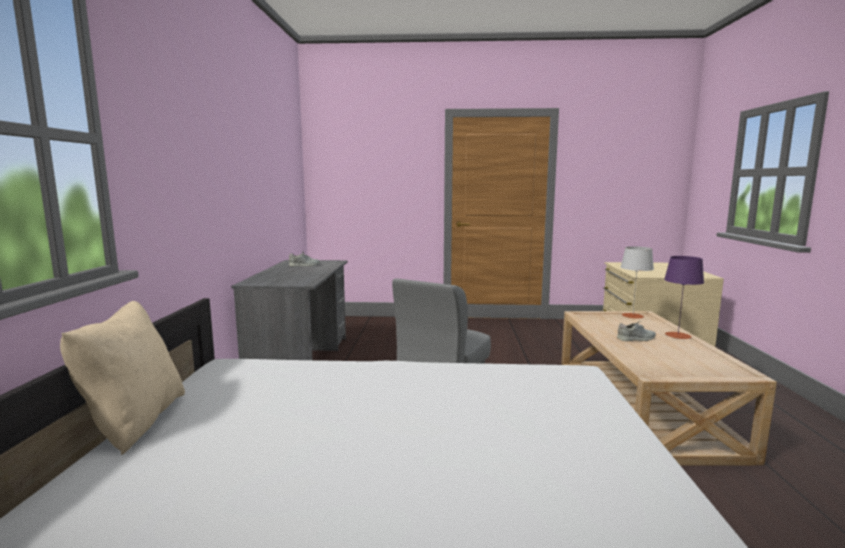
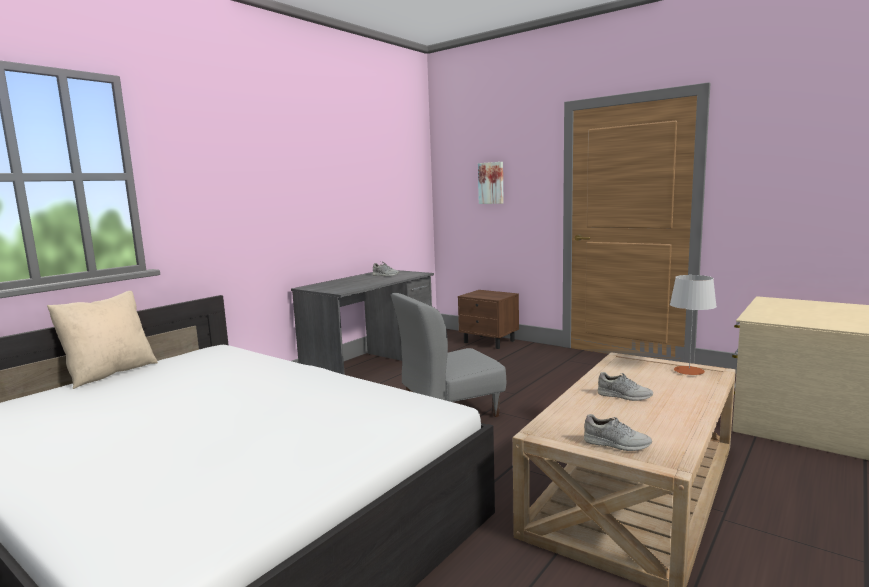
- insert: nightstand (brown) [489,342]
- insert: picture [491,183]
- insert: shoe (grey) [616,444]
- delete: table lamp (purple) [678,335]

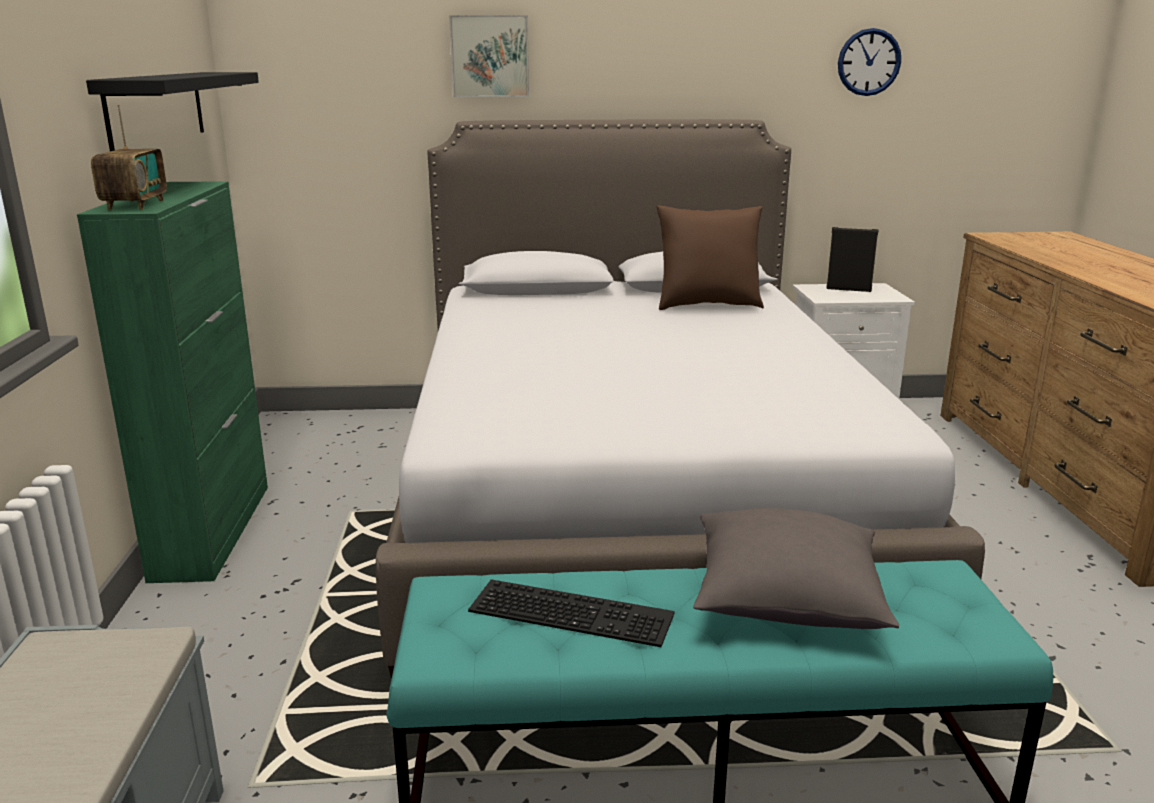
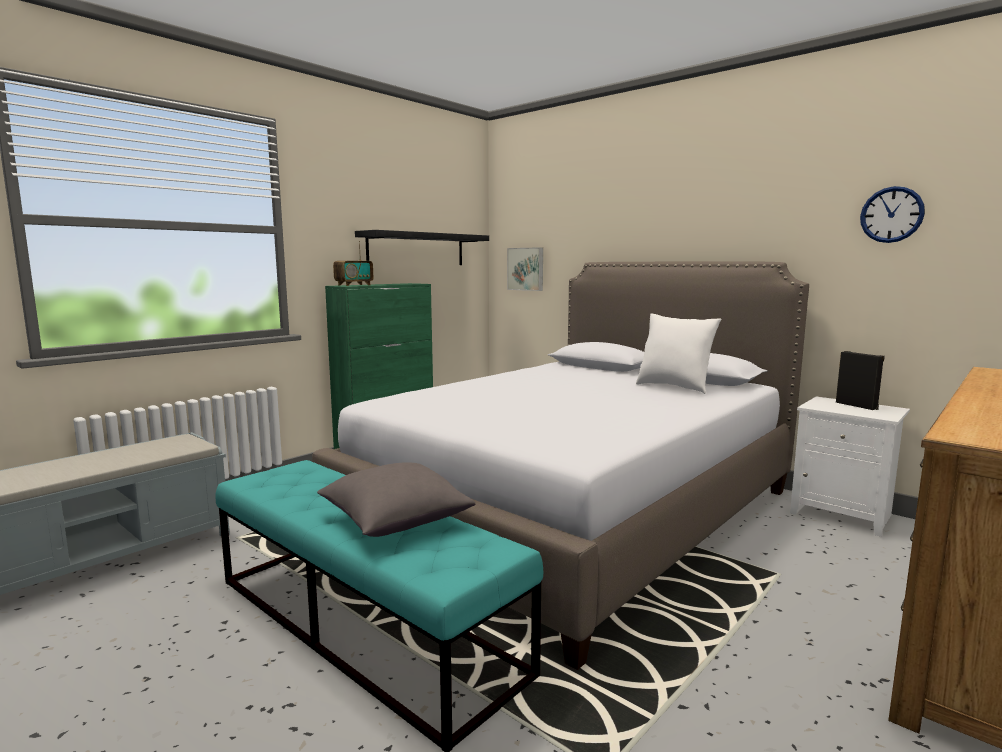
- move: picture [490,56] to [526,269]
- recolor: pillow (brown) [707,305] to pillow (white) [674,387]
- delete: keyboard [574,610]

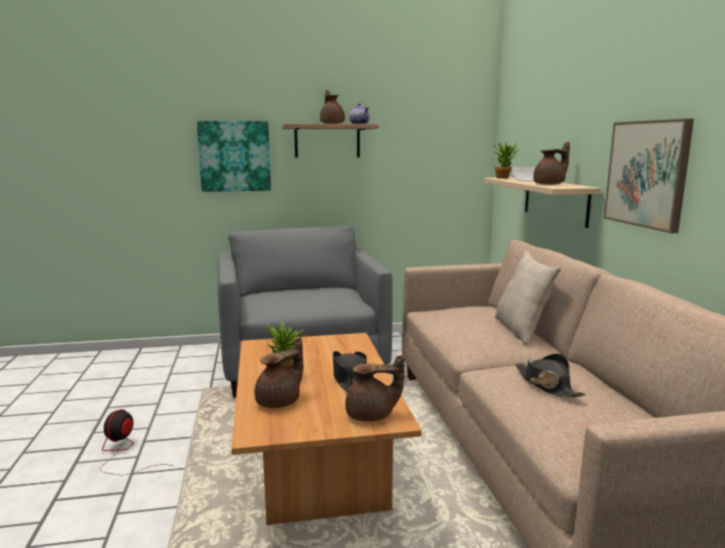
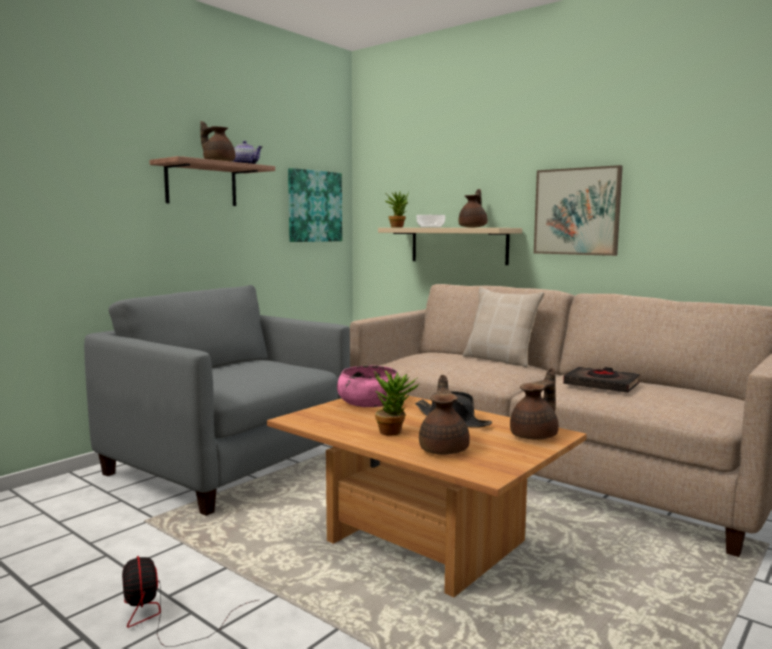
- move: picture [235,156] to [314,206]
- insert: bowl (pink) [369,402]
- replace: hat (black) [546,385] to book (black) [601,385]

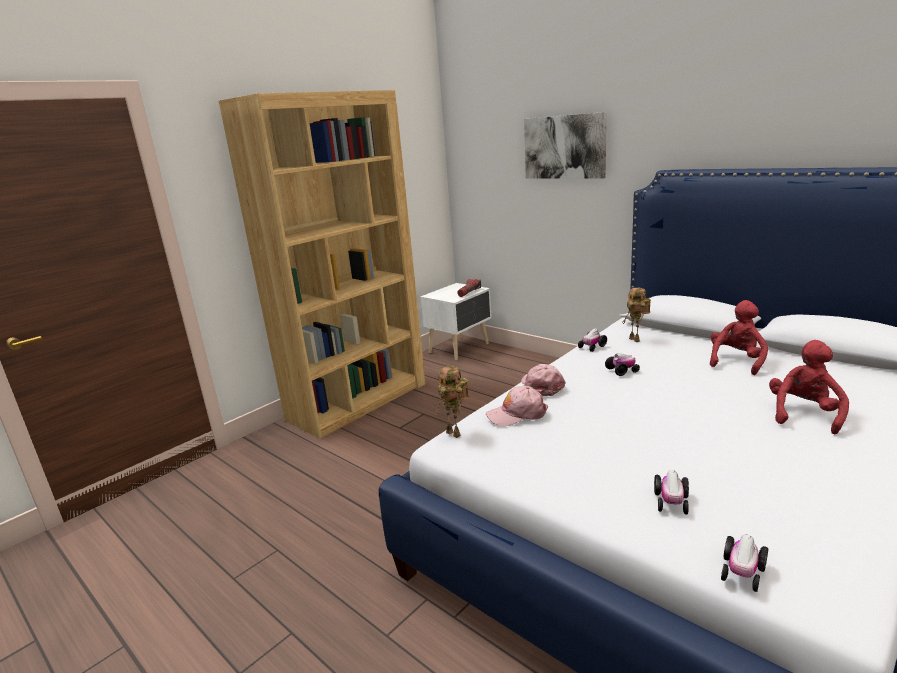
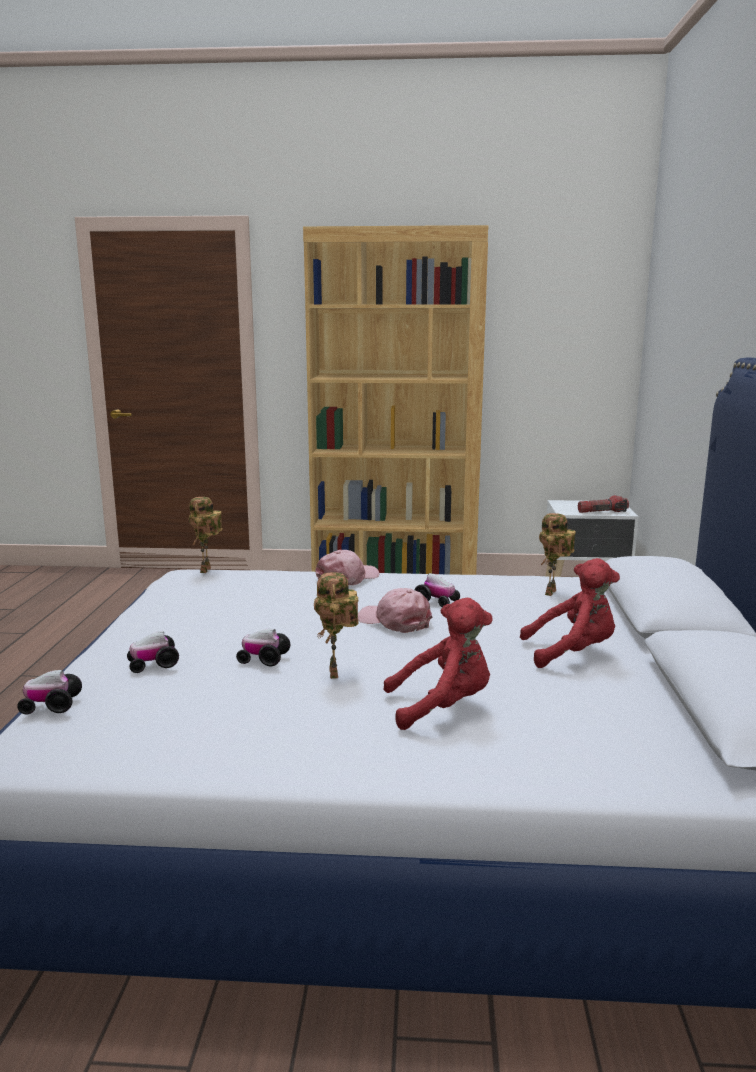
- move: toy car [592,347] to [263,659]
- insert: toy robot [336,674]
- move: cap (pink) [517,414] to [395,621]
- delete: picture [564,147]

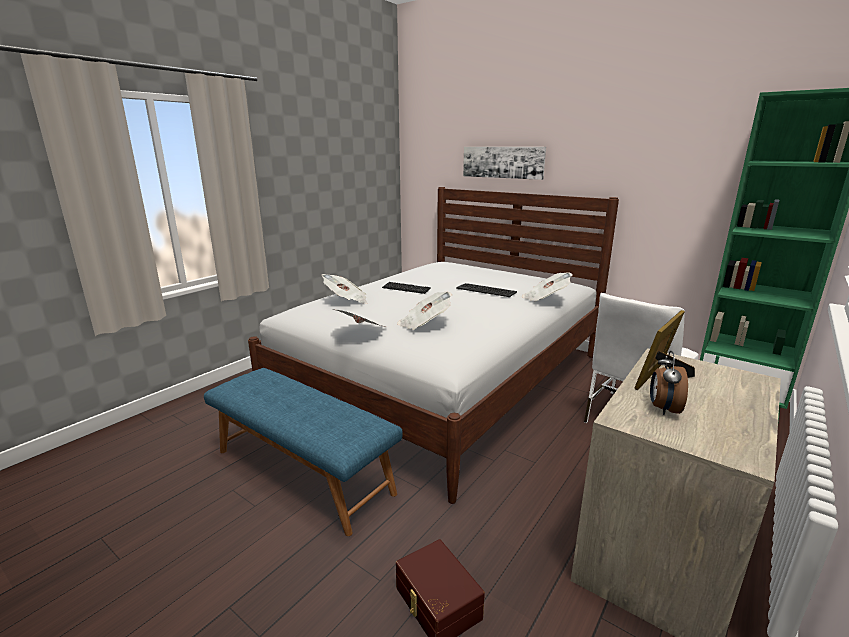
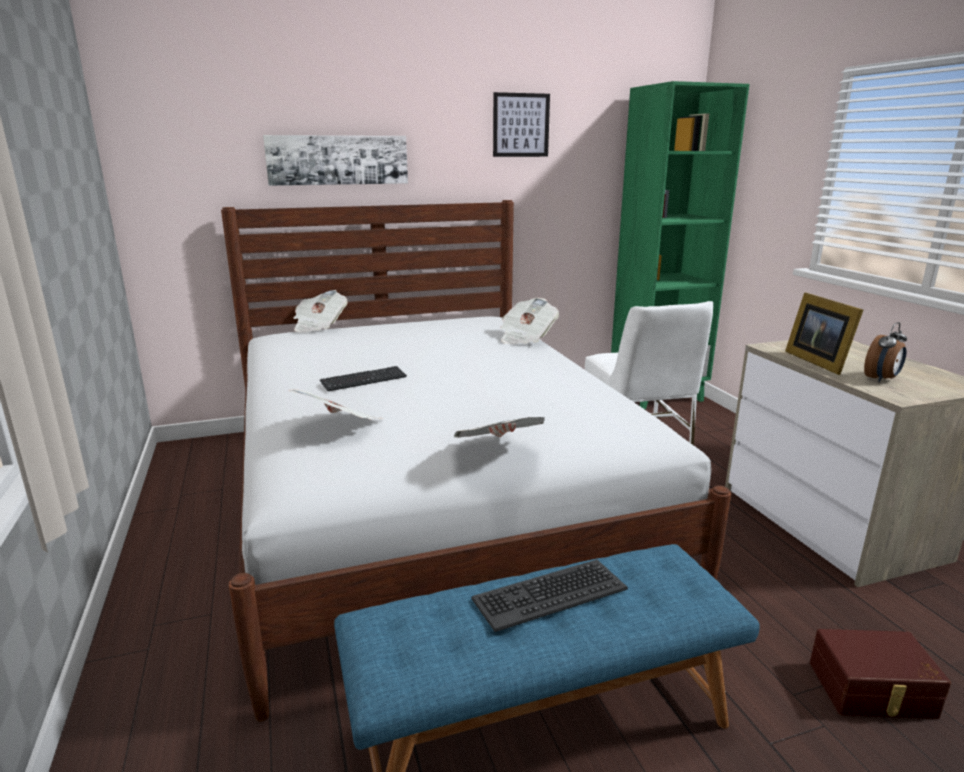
- move: newspaper [424,324] to [319,325]
- move: keyboard [486,290] to [549,594]
- insert: picture [521,125]
- rotate: alarm clock [663,408] = [882,379] 90 degrees counterclockwise

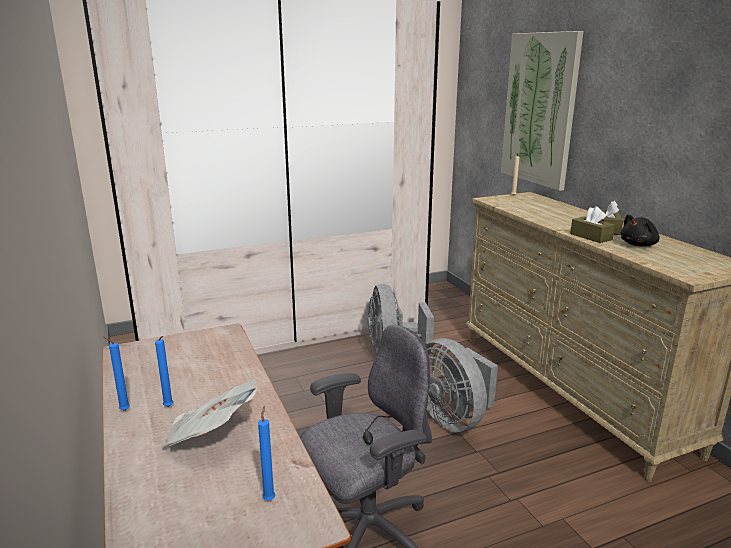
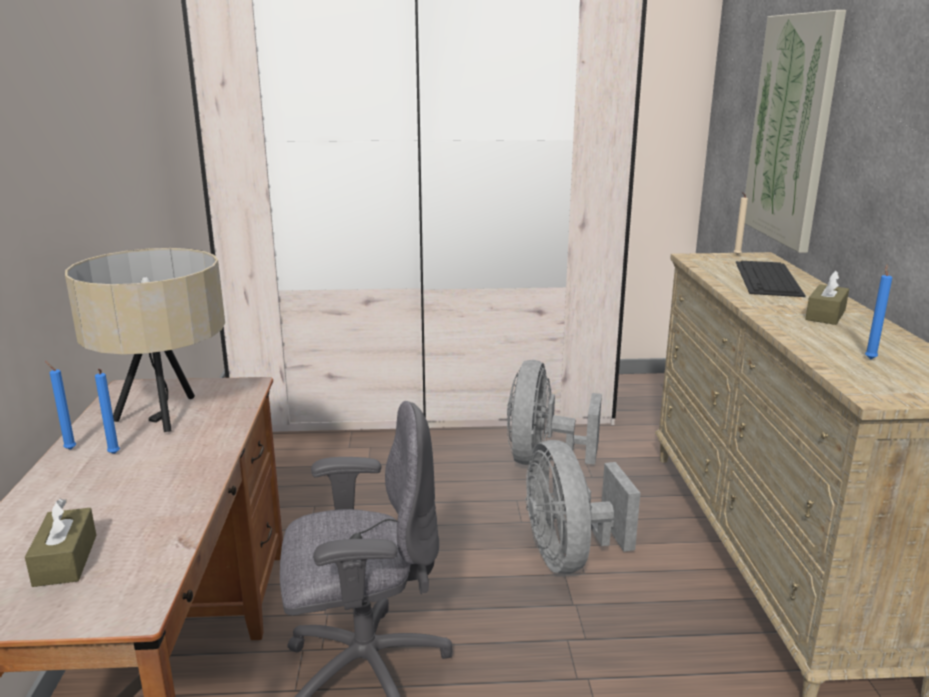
- move: tissue box (brown) [591,237] to [65,560]
- insert: table lamp (beige) [166,414]
- insert: keyboard [768,278]
- move: candle (blue) [269,498] to [870,358]
- delete: newspaper [211,435]
- delete: plush toy (black) [639,245]

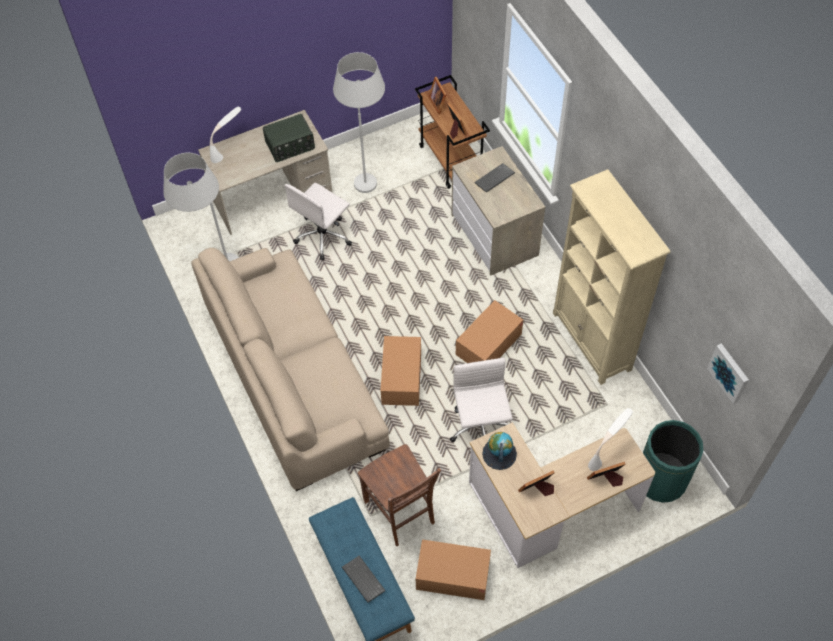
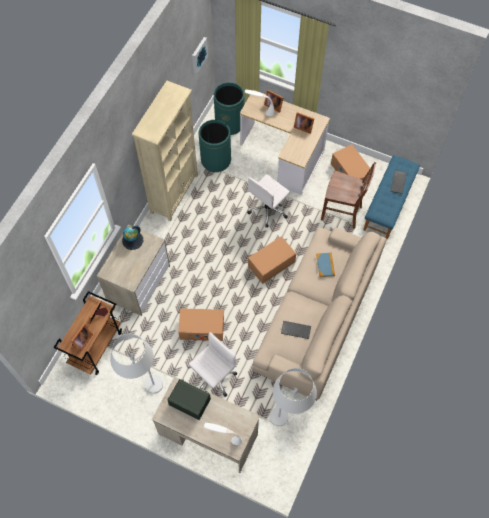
- move: globe [499,454] to [132,240]
- move: cardboard box [488,344] to [202,328]
- rotate: office chair (white) [323,236] = [213,377] 45 degrees counterclockwise
- insert: trash can (green) [215,160]
- move: keyboard [494,179] to [296,329]
- insert: book [325,265]
- rotate: chair (brown) [400,512] = [342,213] 90 degrees clockwise

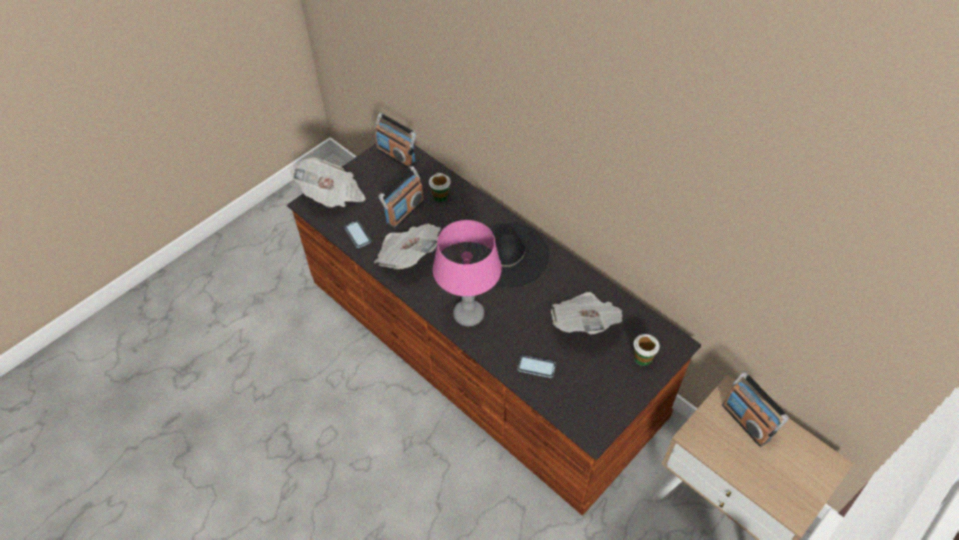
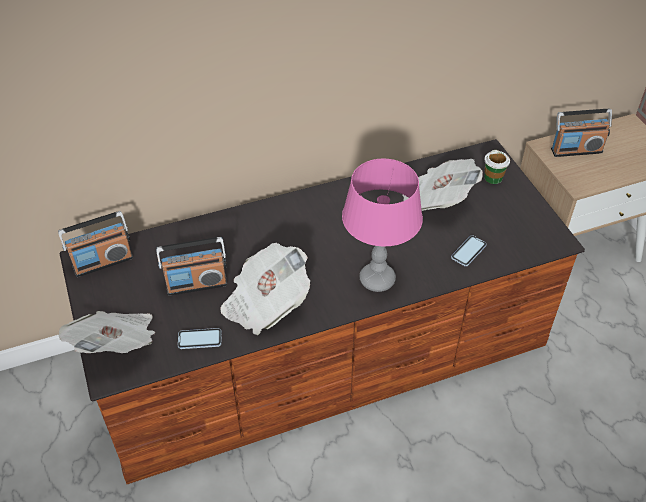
- rotate: radio [404,211] = [196,284] 105 degrees clockwise
- delete: cup [440,196]
- delete: hat (black) [507,255]

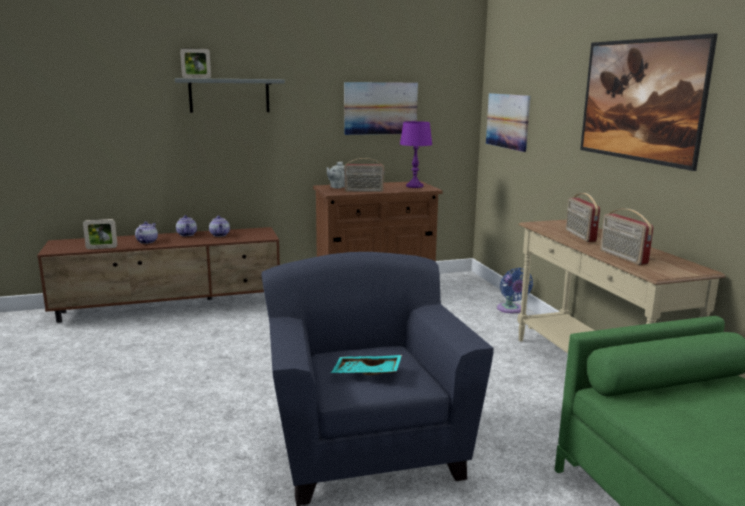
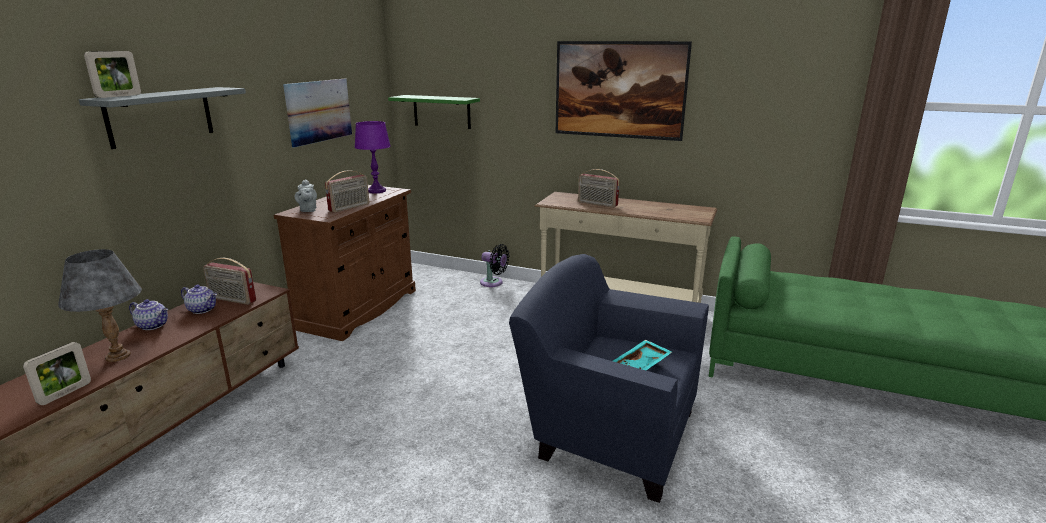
- replace: teapot [146,242] to table lamp (grey) [117,356]
- move: radio [622,257] to [232,300]
- replace: picture [507,121] to shelf (green) [441,111]
- recolor: fan (blue) [510,310] to fan (black) [493,283]

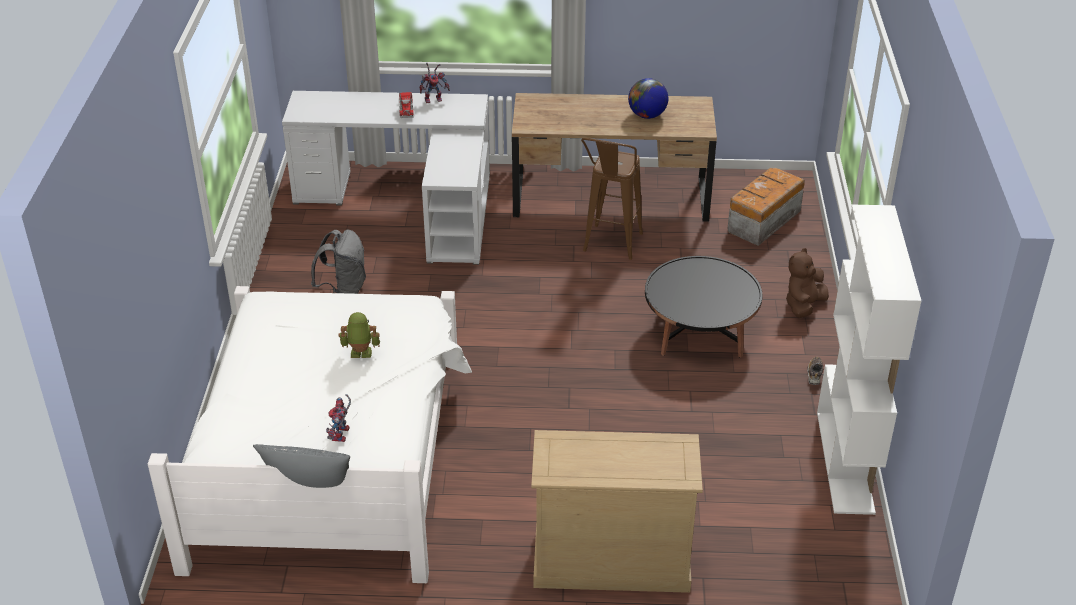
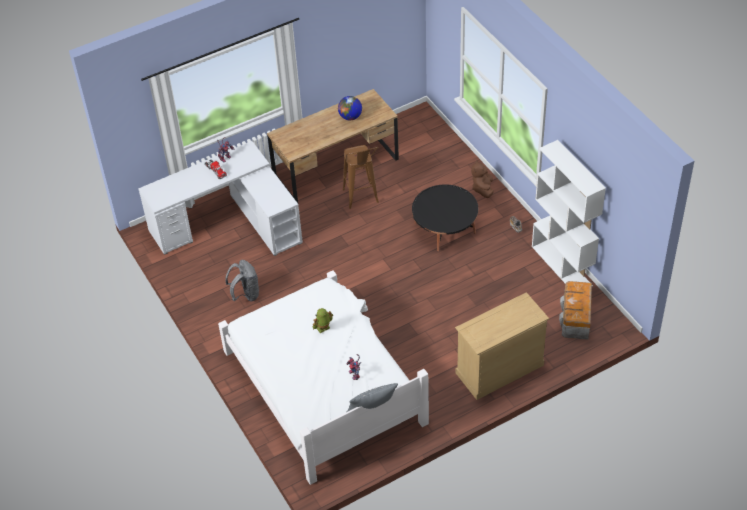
- move: storage box [762,221] to [575,318]

